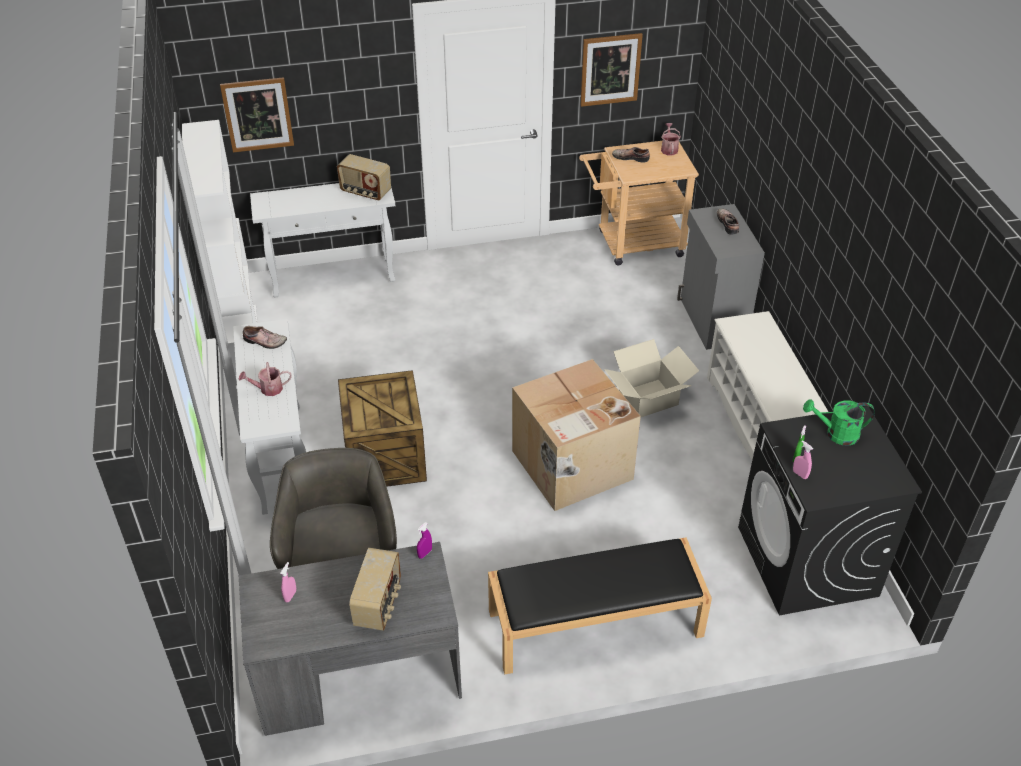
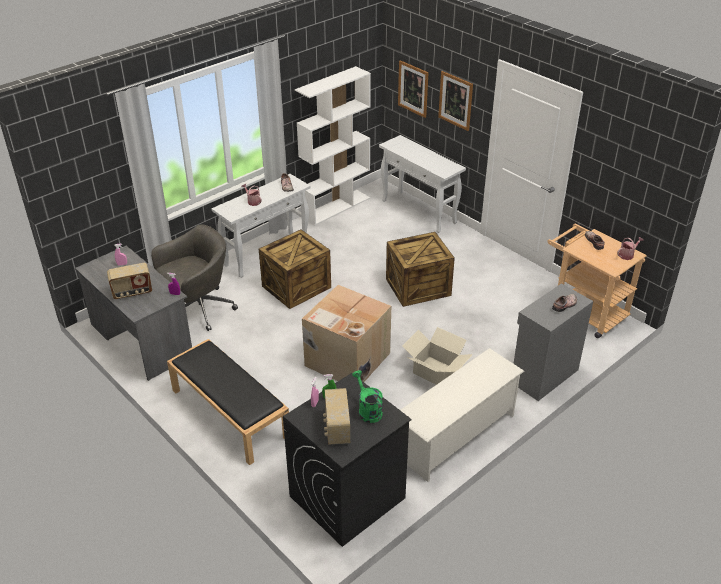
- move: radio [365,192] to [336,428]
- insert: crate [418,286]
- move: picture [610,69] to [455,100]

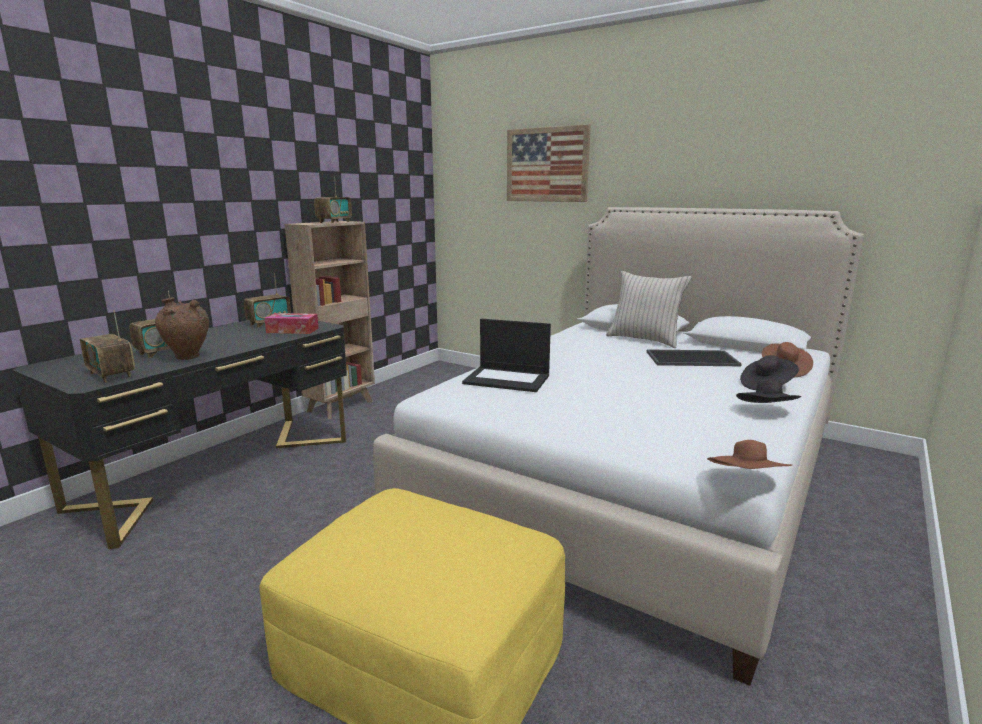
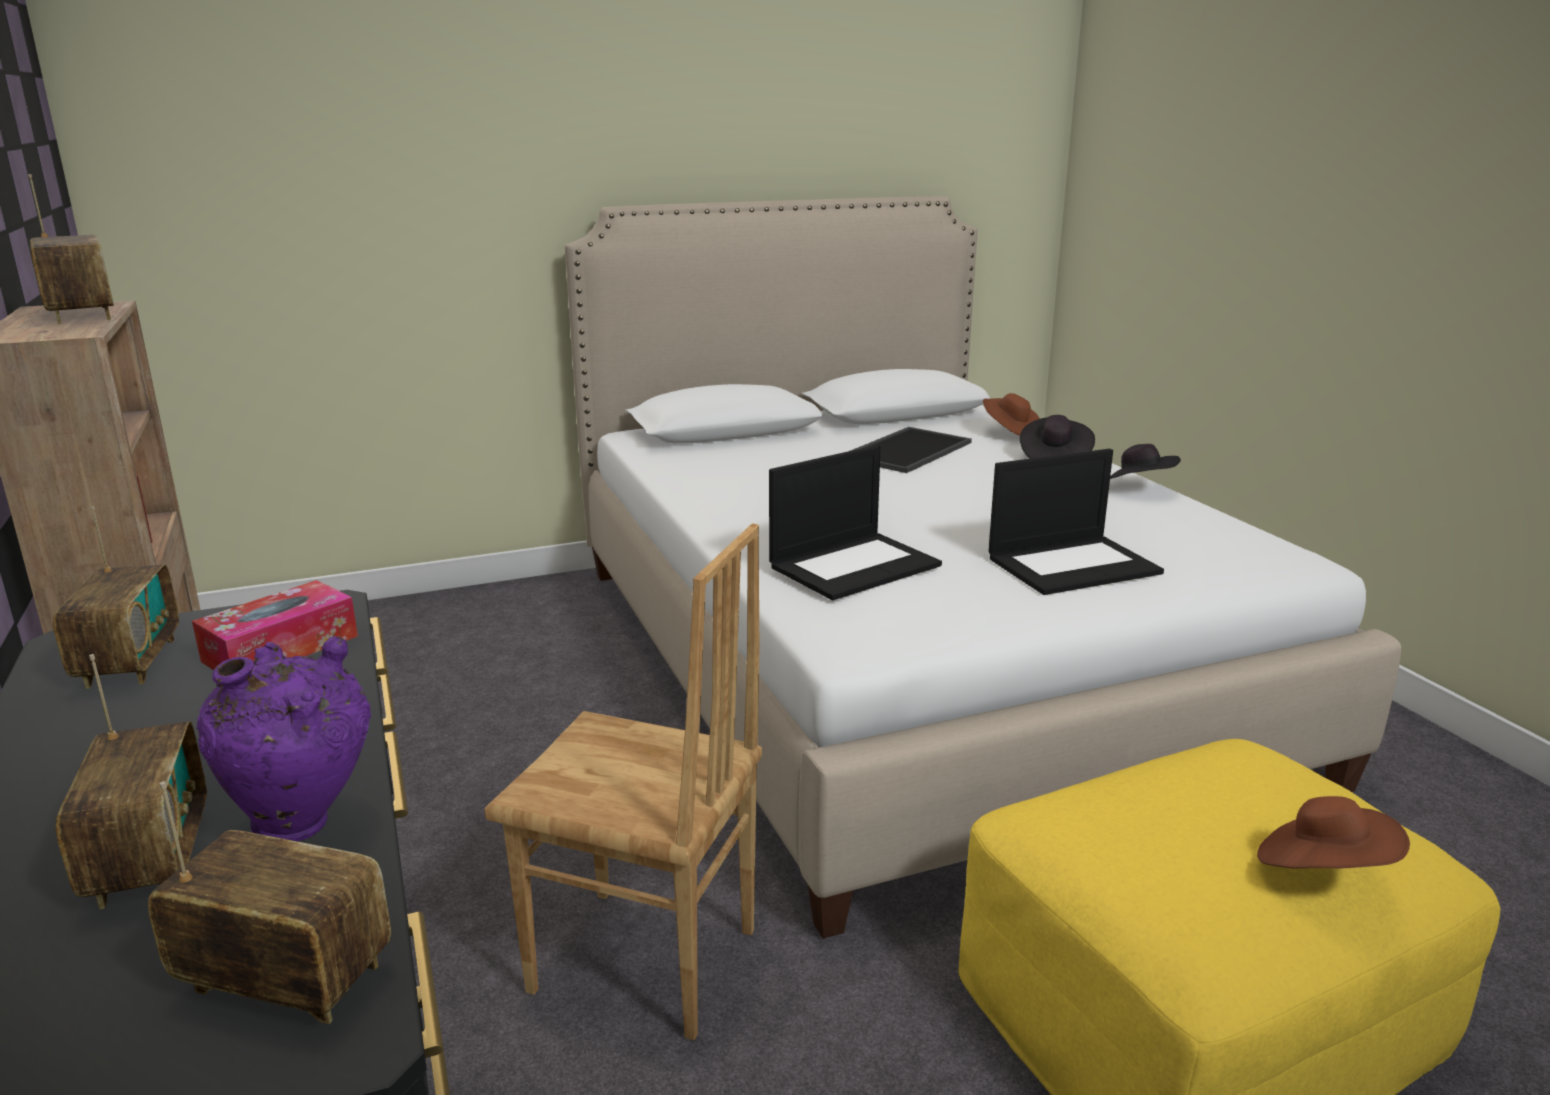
- rotate: radio [111,375] = [285,981] 150 degrees counterclockwise
- recolor: vase (brown) [188,358] to vase (purple) [304,825]
- insert: chair (brown) [644,964]
- insert: laptop [1073,565]
- move: hat (brown) [747,482] to [1323,870]
- delete: picture [547,165]
- delete: pillow (beige) [644,340]

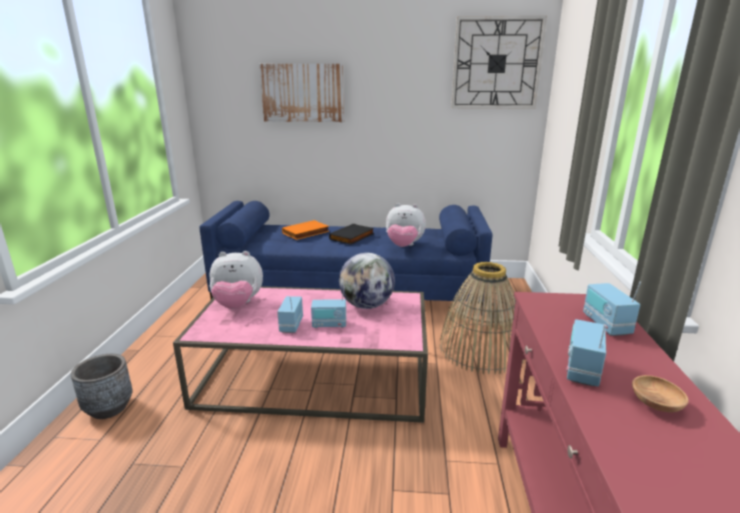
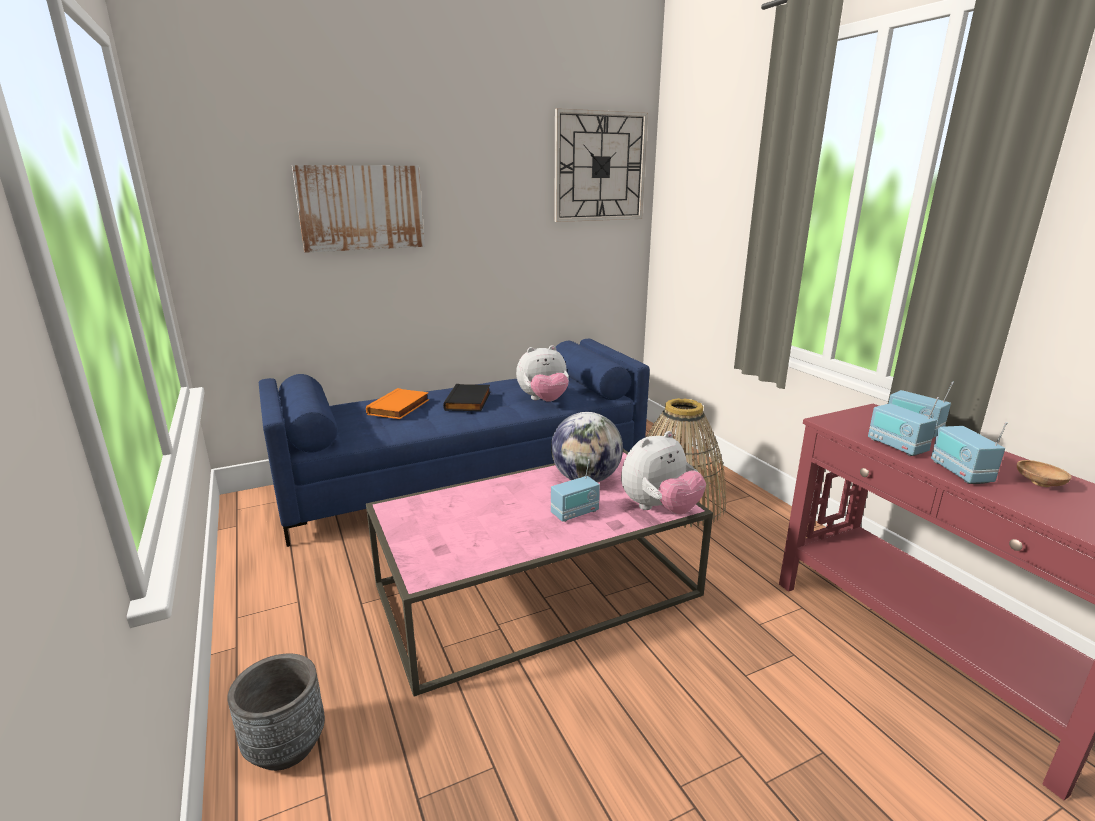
- move: plush toy [238,305] to [659,509]
- move: radio [291,325] to [896,446]

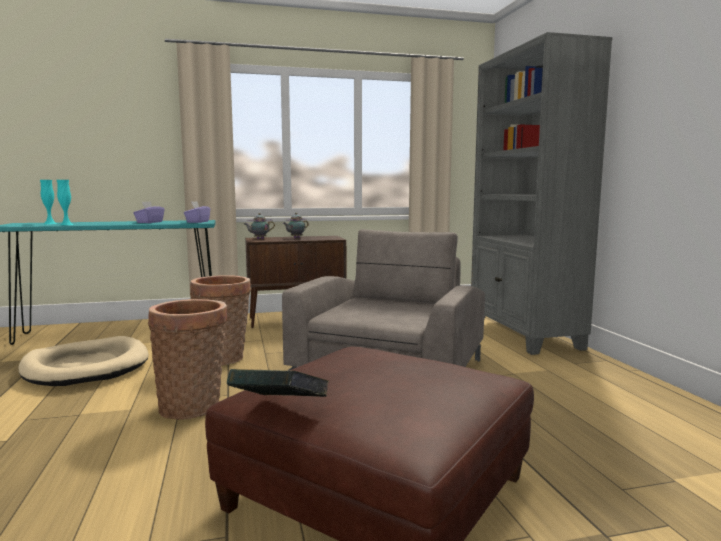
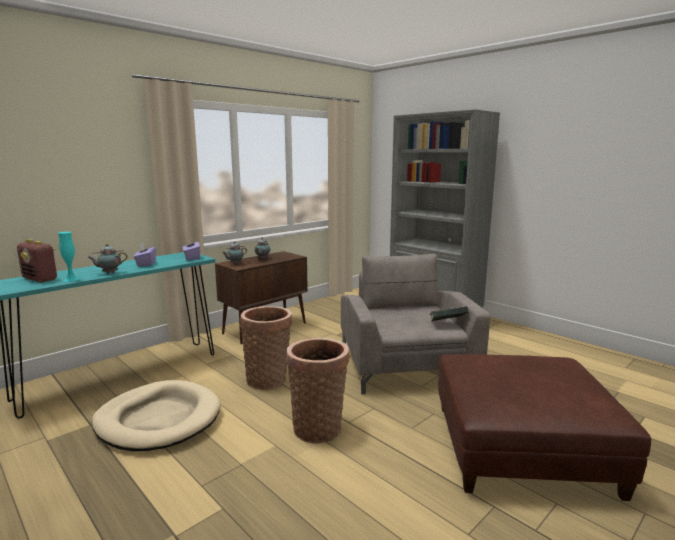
- replace: vase (turquoise) [50,223] to radio [40,279]
- insert: teapot [109,273]
- move: book [278,409] to [447,324]

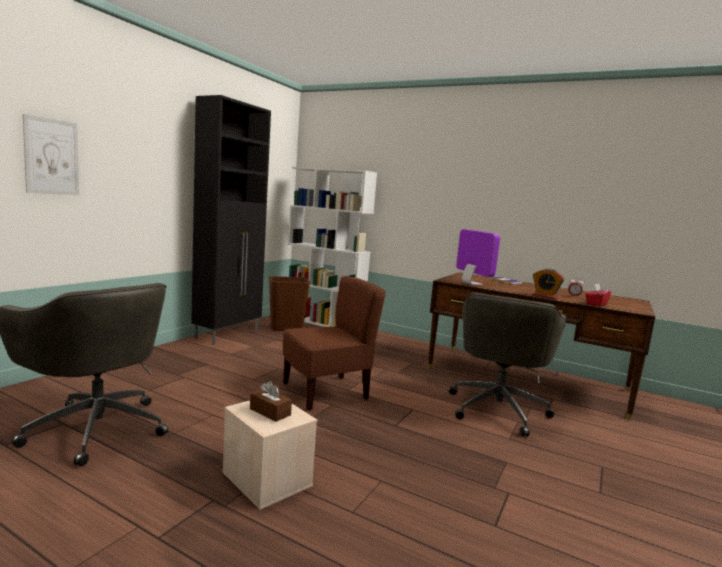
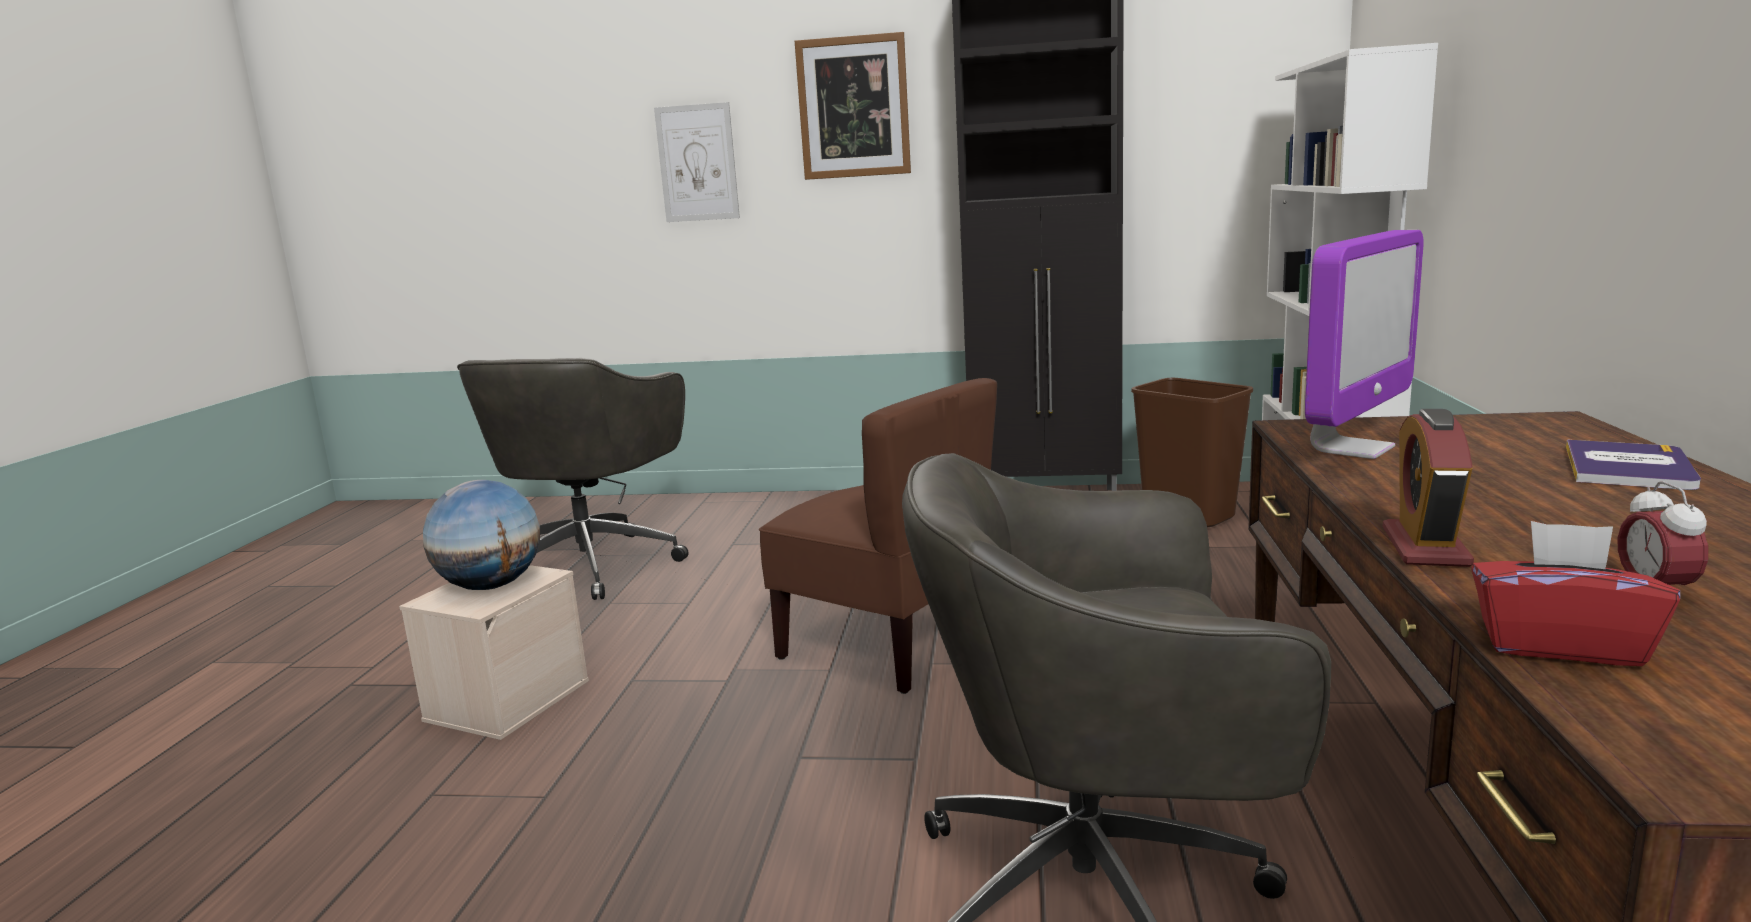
- replace: tissue box (brown) [270,412] to globe [491,586]
- insert: picture [853,107]

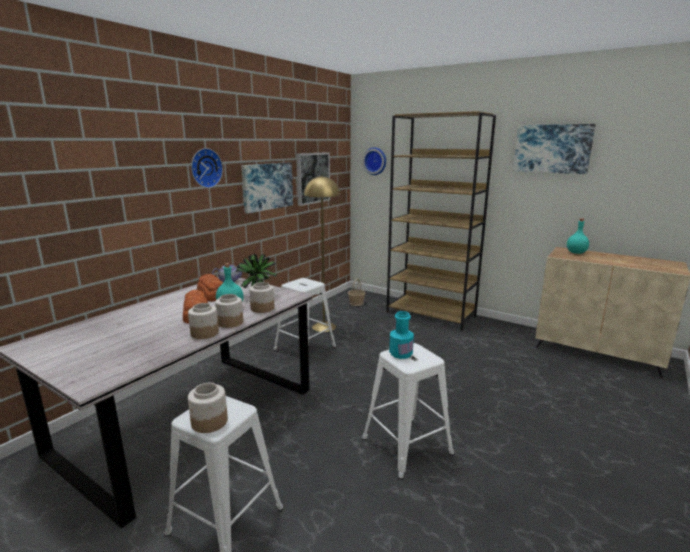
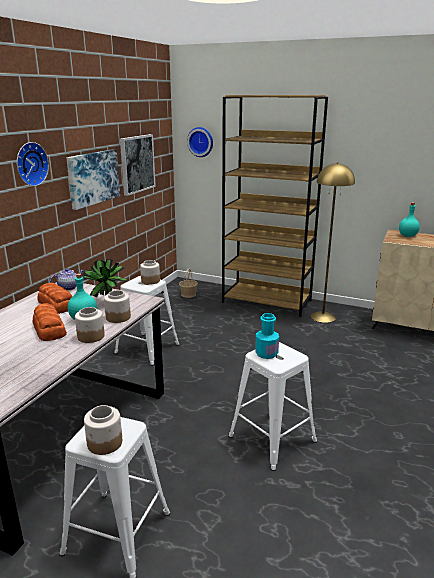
- move: jar [204,333] to [150,281]
- move: floor lamp (yellow) [323,326] to [322,317]
- delete: picture [552,148]

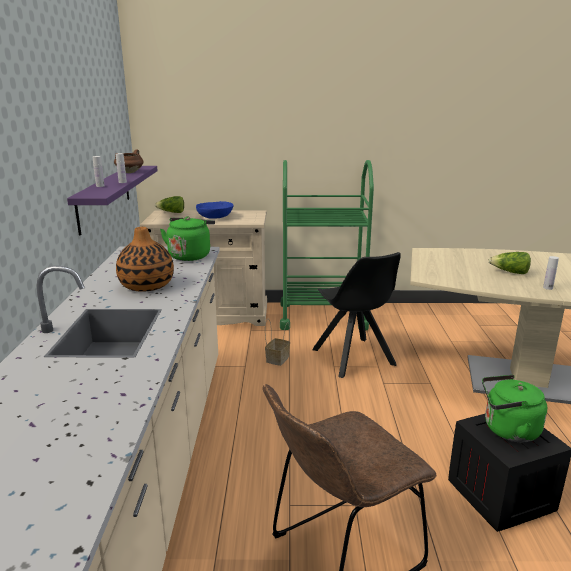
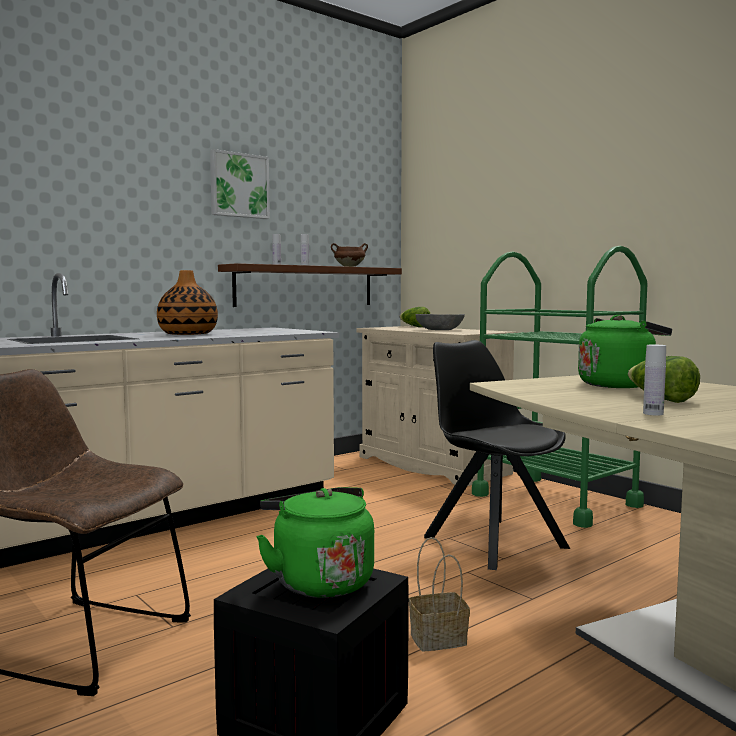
- insert: picture [238,185]
- recolor: shelf (purple) [104,197] to shelf (brown) [305,286]
- move: basket [277,358] to [439,638]
- recolor: bowl (blue) [215,217] to bowl (grey) [439,330]
- rotate: chair (black) [354,358] = [492,541] 120 degrees clockwise
- move: kettle (green) [190,255] to [618,385]

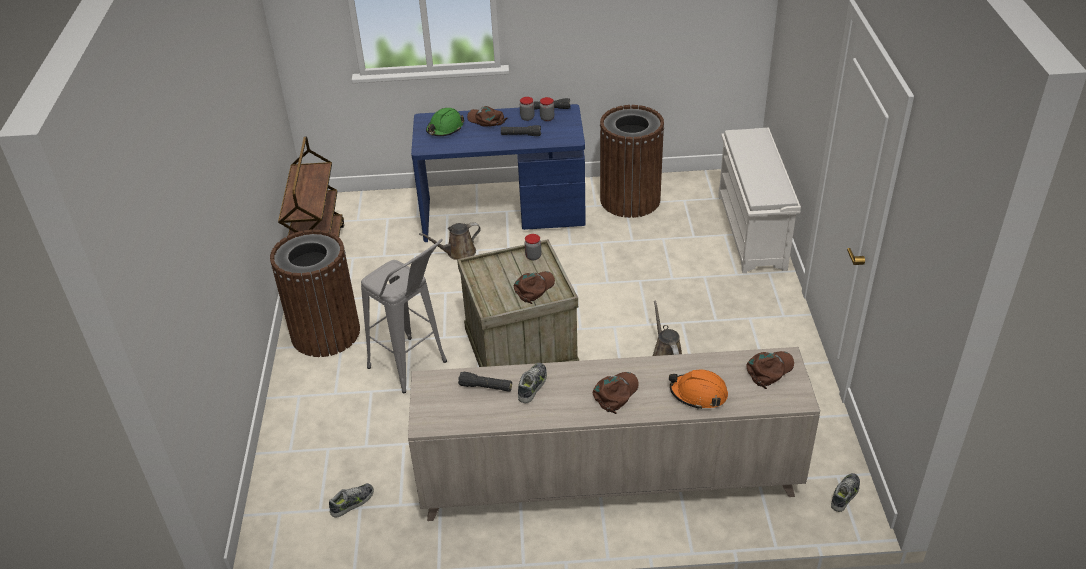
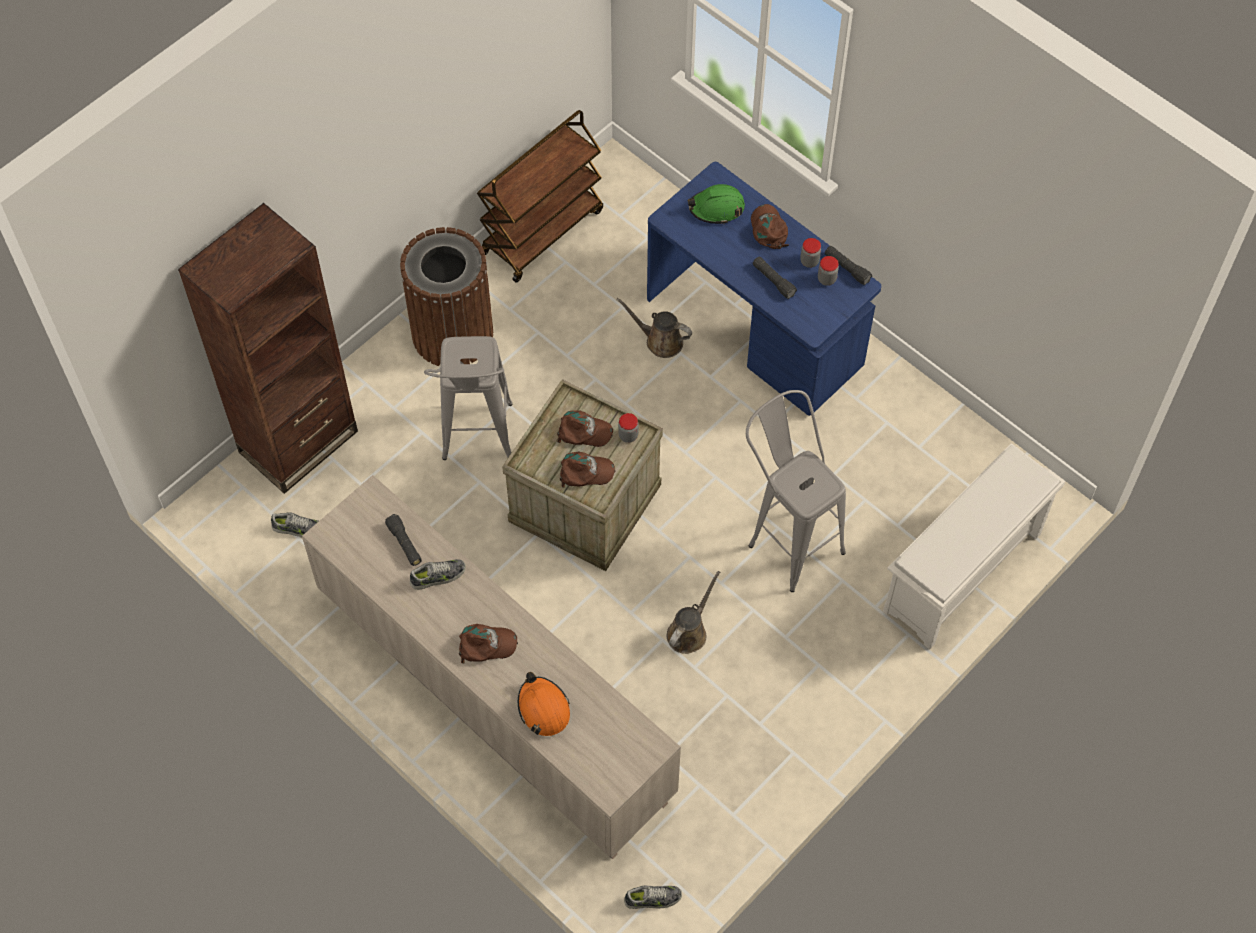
- insert: bookcase (brown) [298,442]
- move: cap (brown) [770,370] to [584,432]
- insert: stool (grey) [787,539]
- delete: trash can (brown) [630,199]

